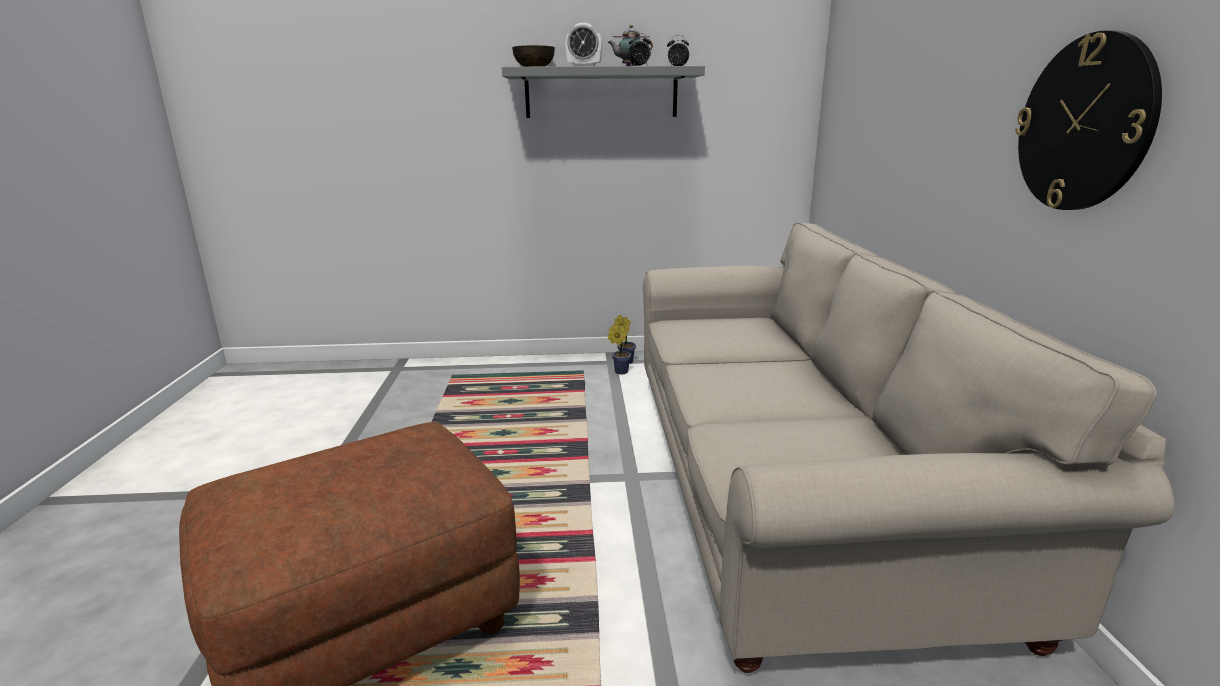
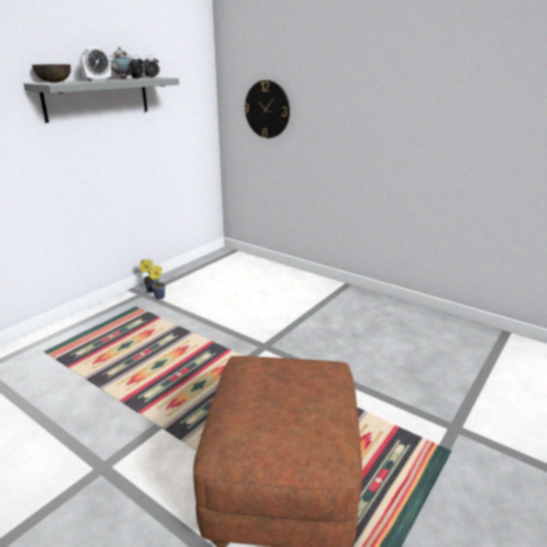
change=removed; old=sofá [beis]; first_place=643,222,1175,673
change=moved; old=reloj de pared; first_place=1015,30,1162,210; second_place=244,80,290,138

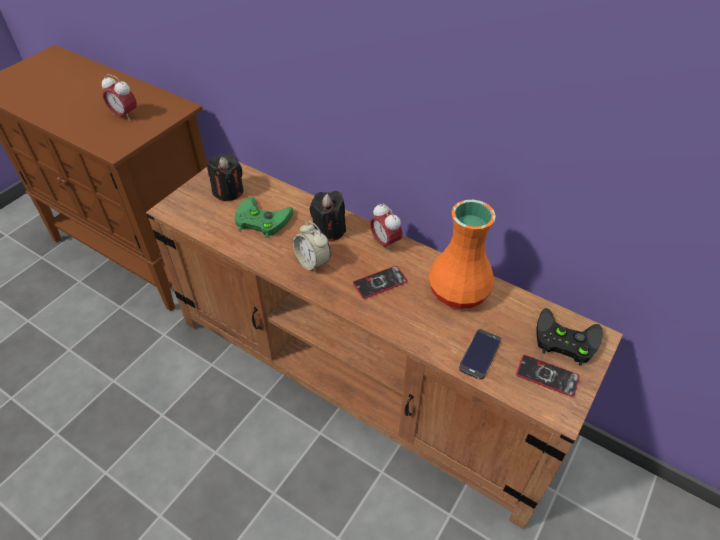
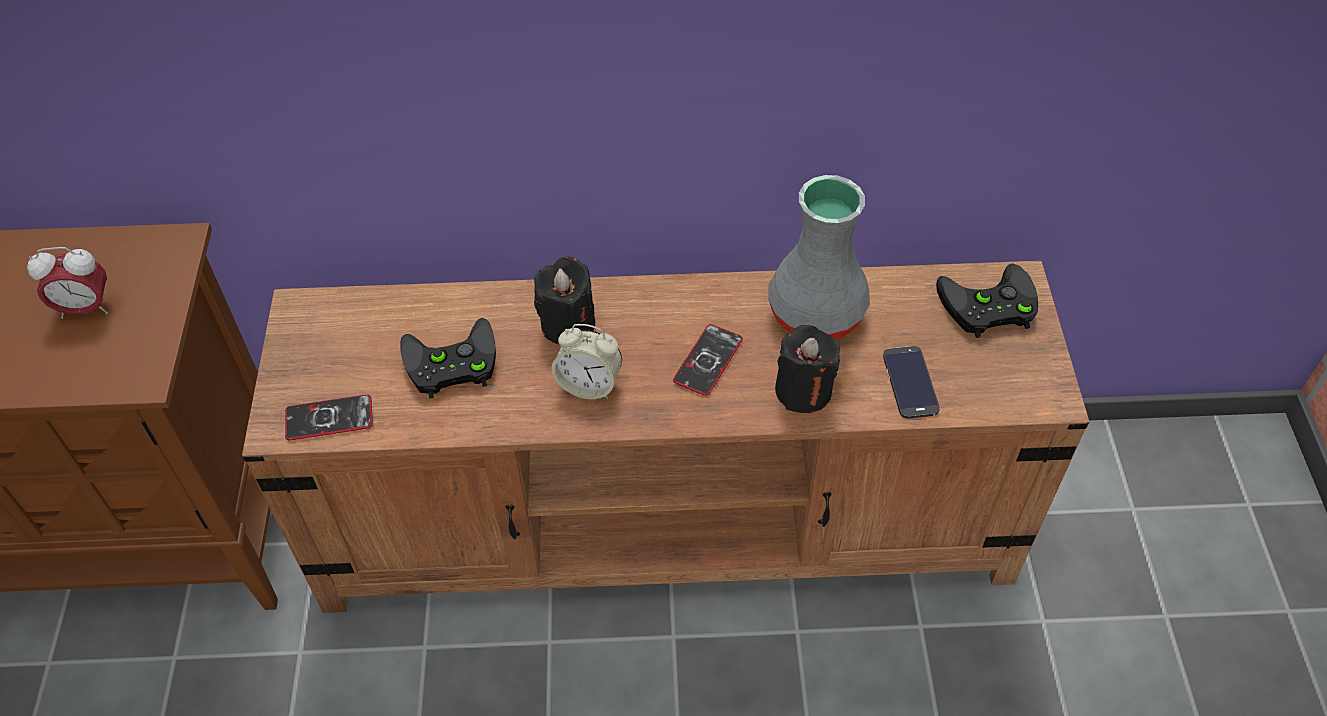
change=moved; old=vela [negro]; first_place=207,153,243,201; second_place=775,325,840,413
change=recoloured; old=mando de consola [verde]; new=mando de consola [negro]; first_place=234,197,293,238; second_place=400,318,496,399
change=removed; old=despertador; first_place=370,203,402,253
change=recoloured; old=florero [naranja]; new=florero [gris]; first_place=429,200,496,309; second_place=768,175,870,339
change=moved; old=móvil; first_place=516,355,579,397; second_place=285,394,373,440

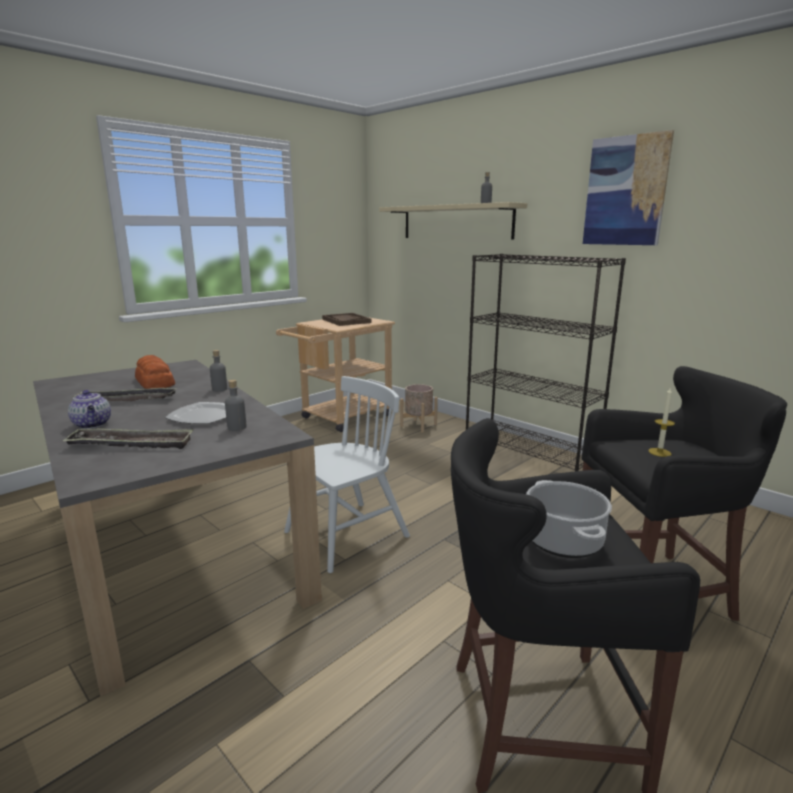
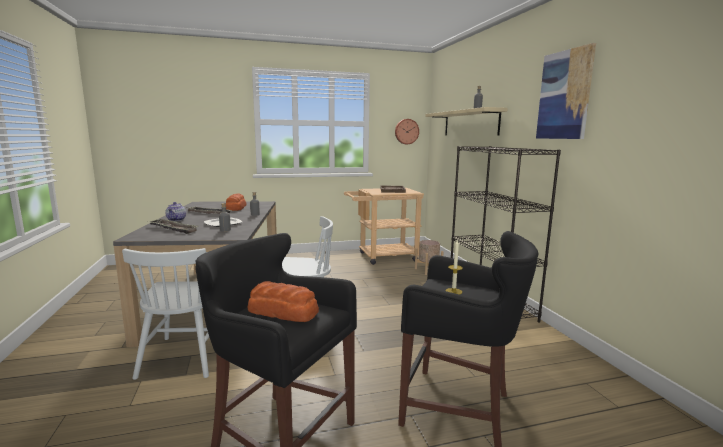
change=replaced; old=olla; new=pan; first_place=526,480,612,558; second_place=247,281,319,322
change=added; new=silla [blanco]; second_place=122,248,209,380
change=added; new=reloj de pared; second_place=395,119,419,144

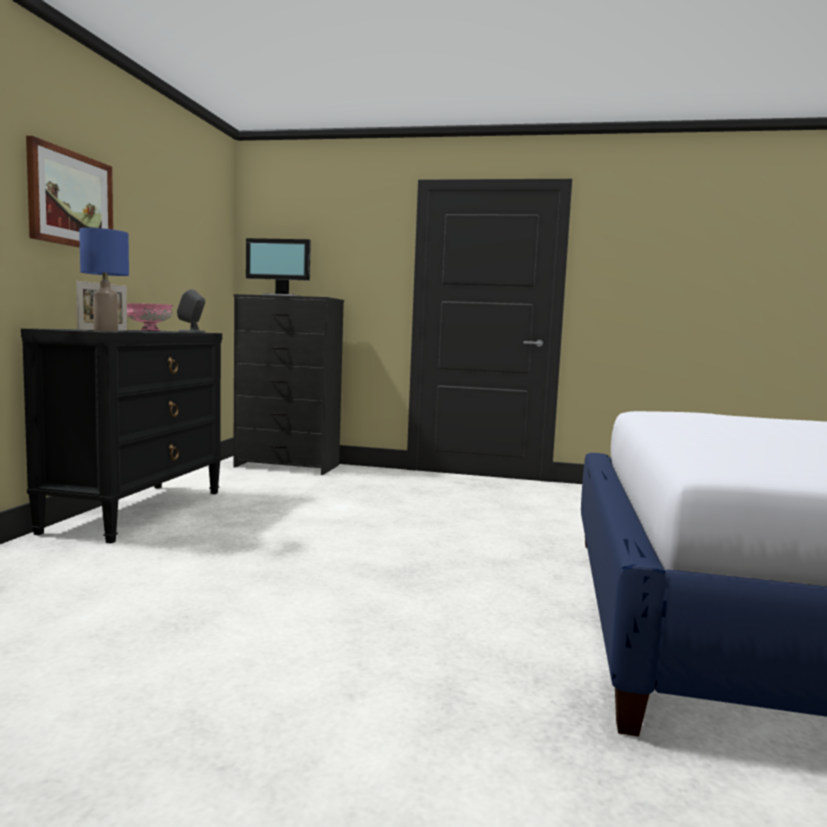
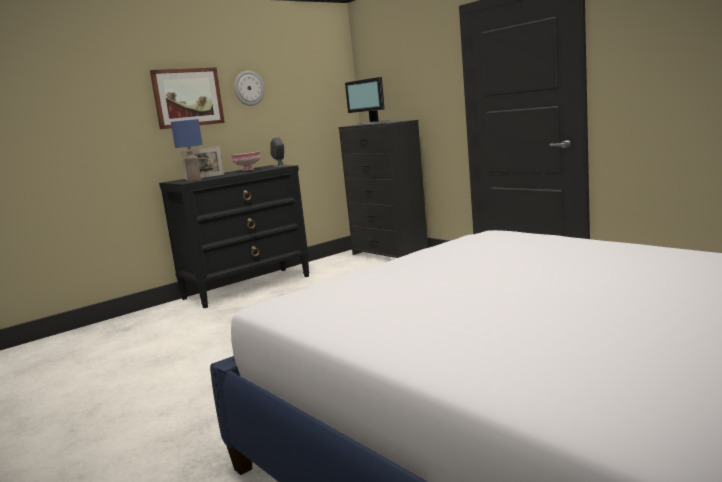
change=added; new=reloj de pared; second_place=234,71,265,106

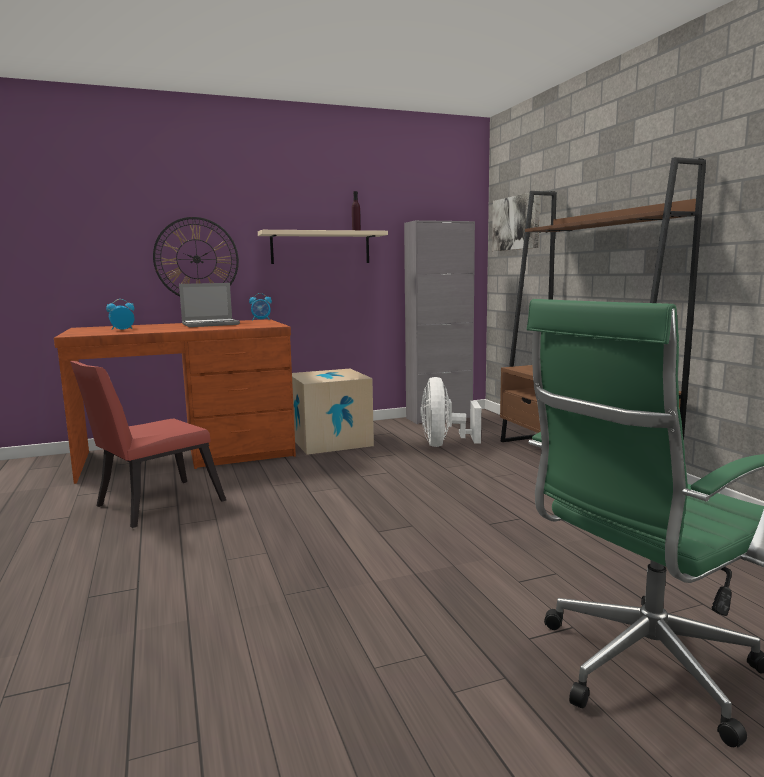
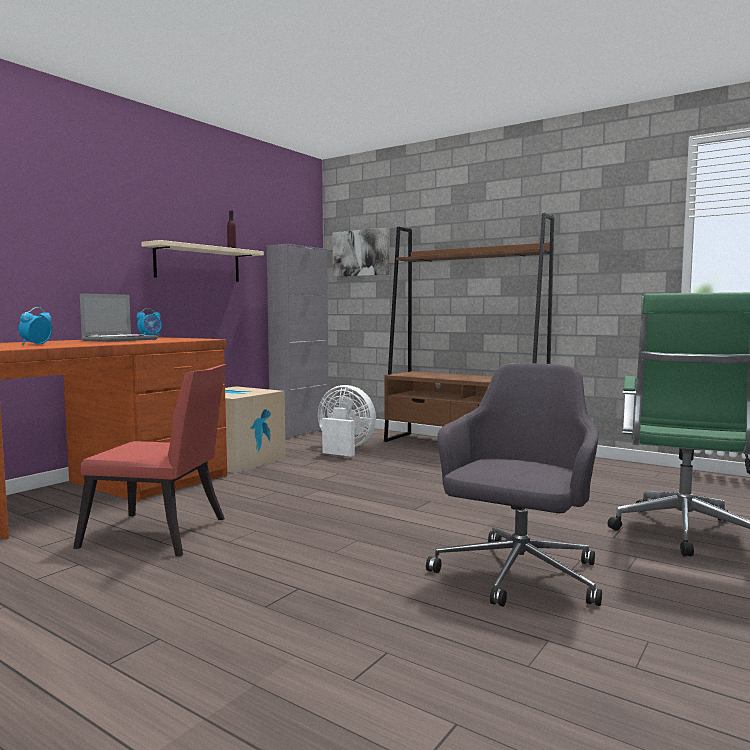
change=turned; old=silla [rojo]; first_place=70,361,226,528; second_place=73,364,226,557; degrees=-90
change=removed; old=reloj de pared; first_place=153,217,239,296
change=turned; old=ventilador [blanco]; first_place=421,377,481,447; second_place=318,385,376,457; degrees=150
change=added; new=silla de oficina [gris]; second_place=426,363,602,607

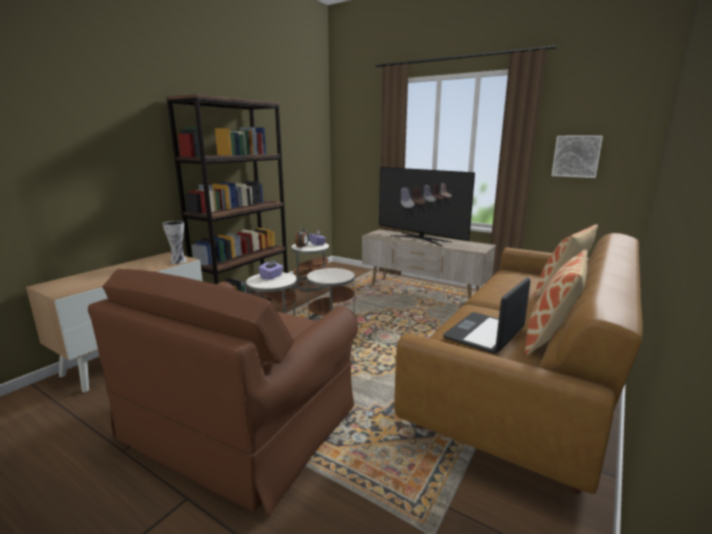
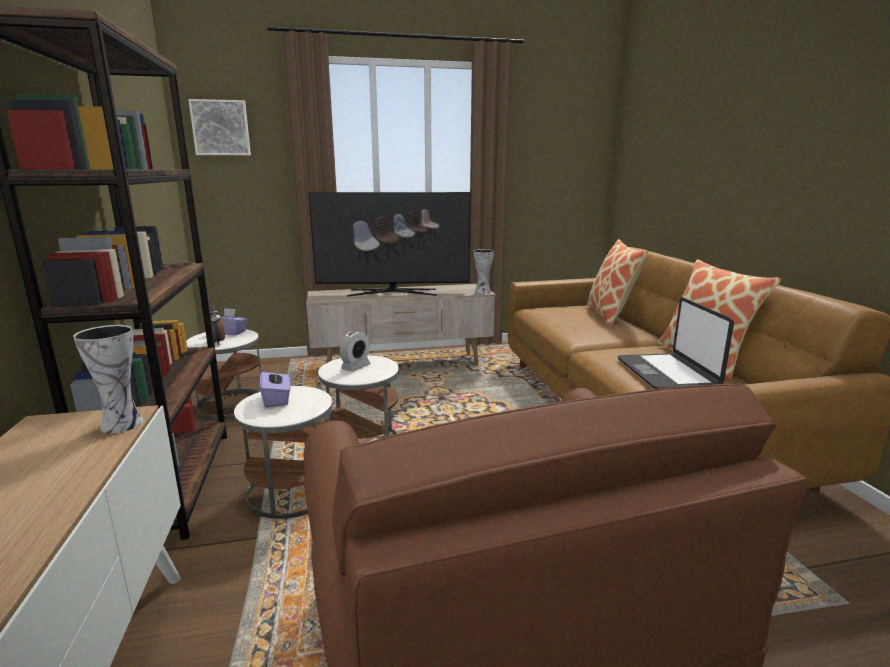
change=moved; old=cuadro; first_place=551,135,603,178; second_place=188,99,251,155
change=added; new=despertador; second_place=340,331,371,372
change=added; new=florero; second_place=473,249,494,294

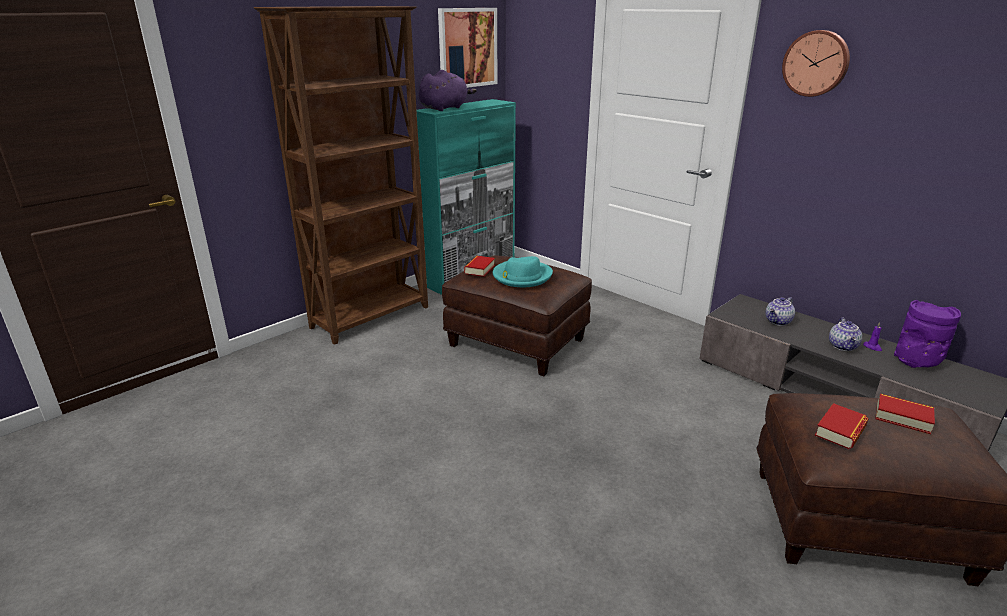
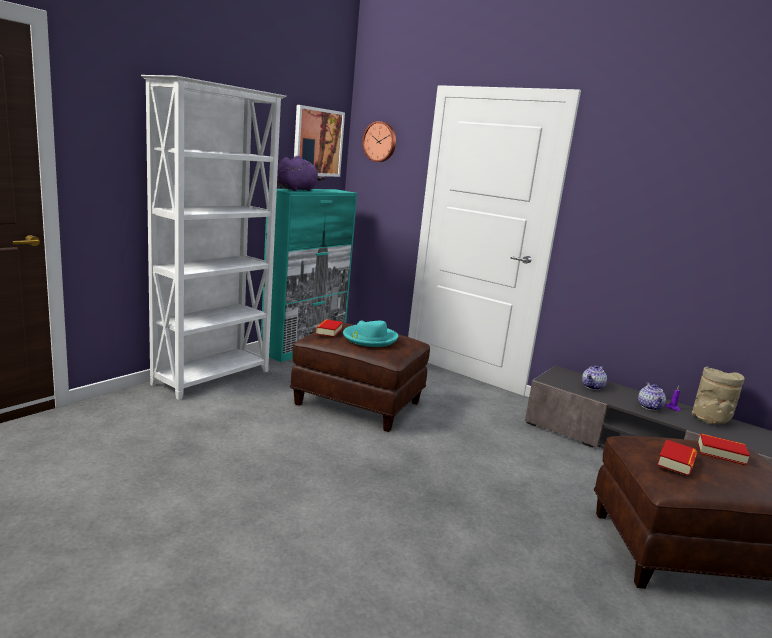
change=recoloured; old=estantería [marrón]; new=estantería [blanco]; first_place=254,6,428,345; second_place=141,75,287,400
change=moved; old=reloj de pared; first_place=782,30,850,97; second_place=362,121,396,162
change=recoloured; old=florero [morado]; new=florero [beis]; first_place=894,300,961,368; second_place=692,366,745,424

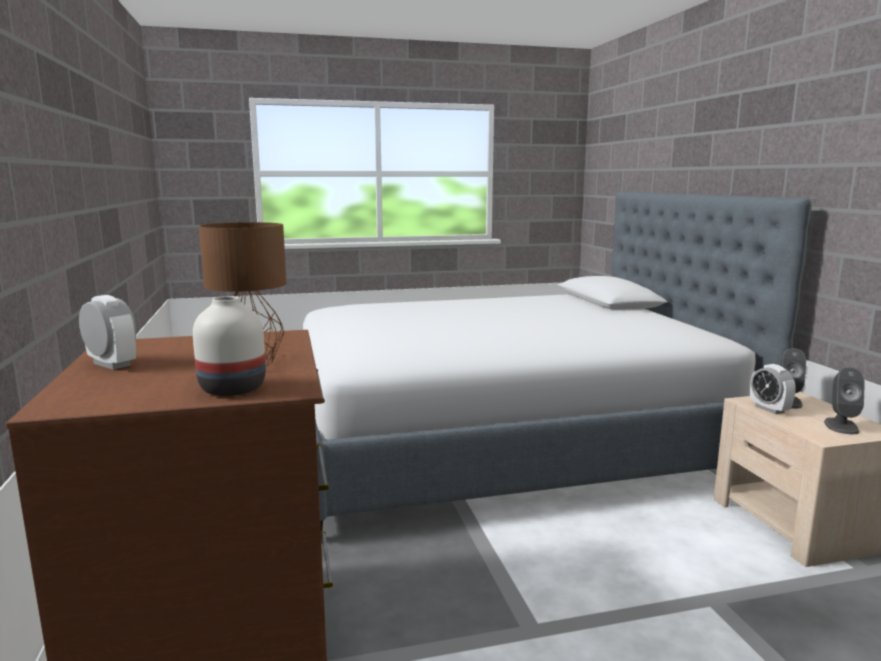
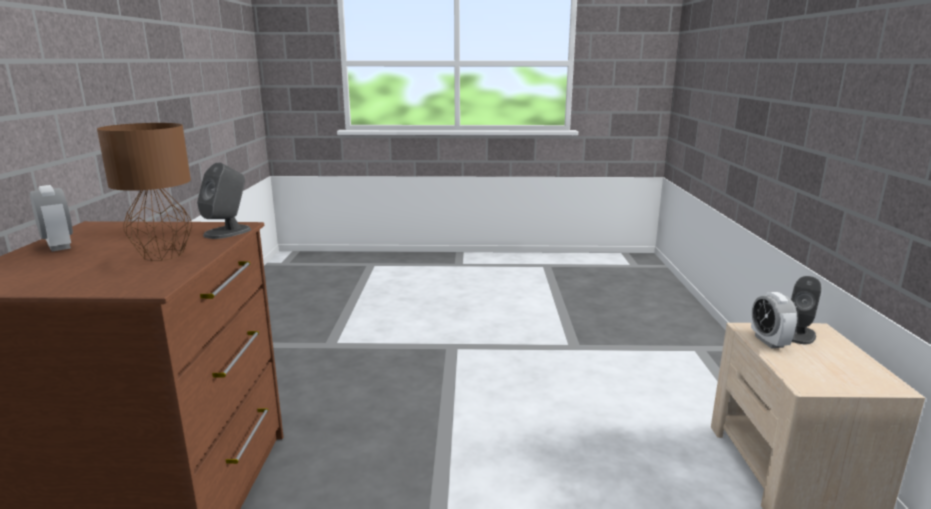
change=removed; old=florero [blanco]; first_place=193,296,266,396
change=removed; old=cama; first_place=303,191,812,541
change=moved; old=altavoz [gris]; first_place=824,367,865,434; second_place=197,162,251,239

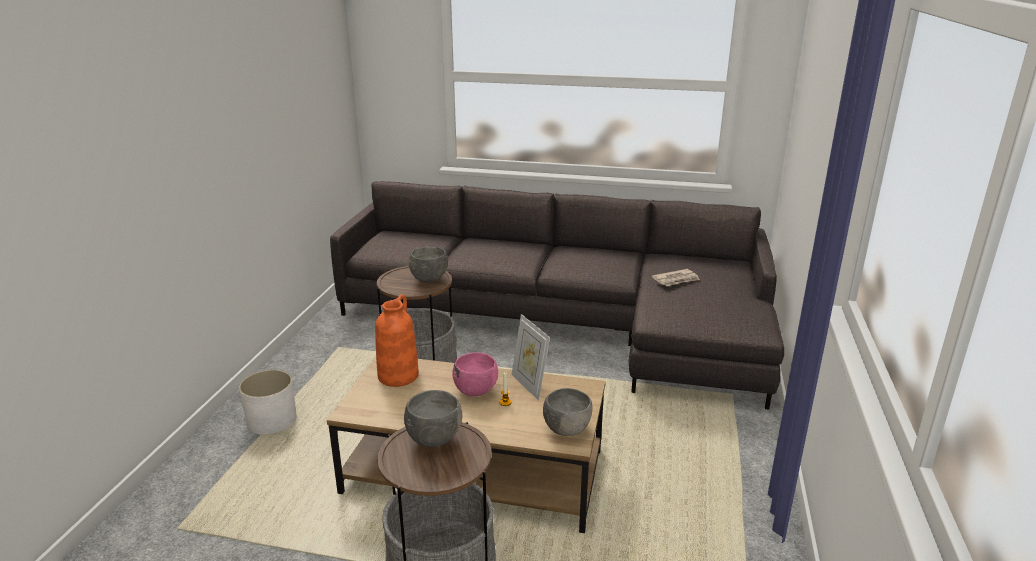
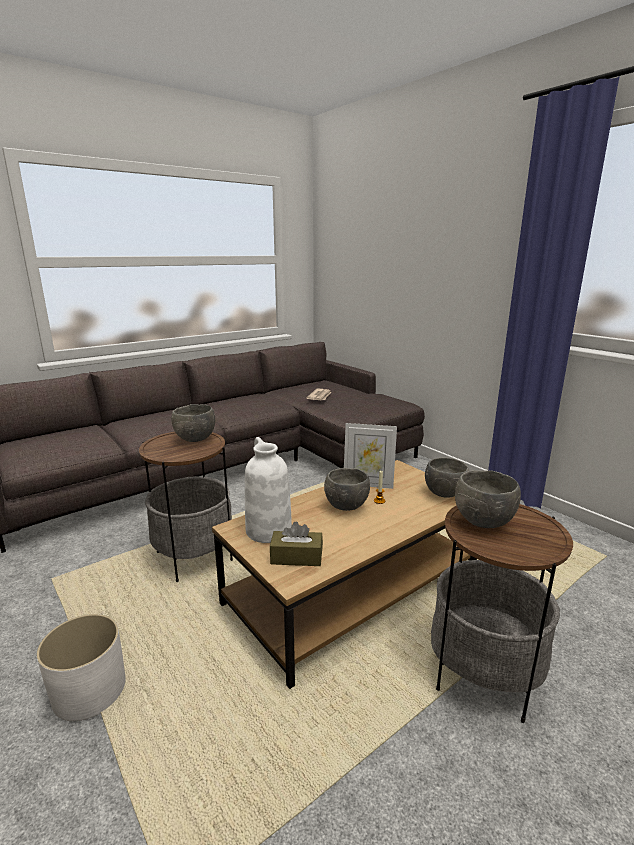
change=recoloured; old=florero [naranja]; new=florero [blanco]; first_place=375,294,419,387; second_place=245,437,292,543
change=recoloured; old=cuenco [rosa]; new=cuenco [gris]; first_place=452,353,498,396; second_place=324,468,370,511
change=added; new=caja de pañuelos [marrón]; second_place=270,522,323,566

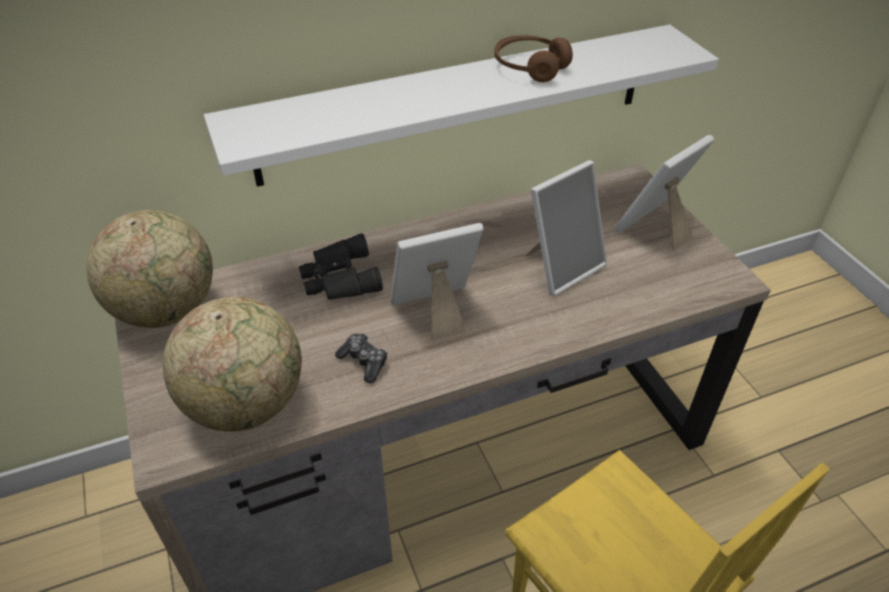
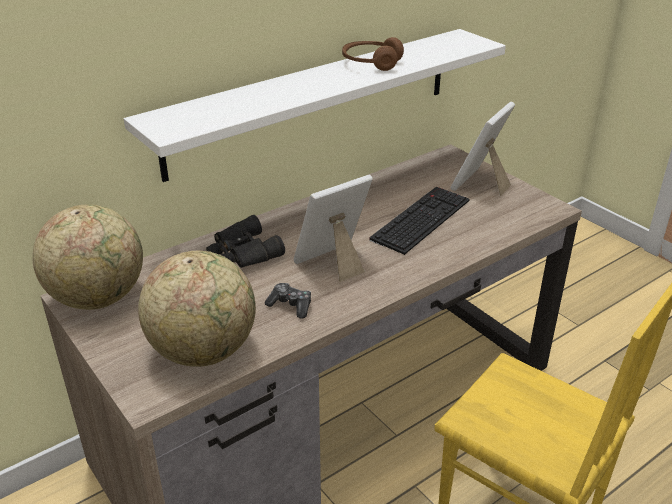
change=replaced; old=portarretratos; new=teclado; first_place=526,160,607,296; second_place=369,187,470,255

